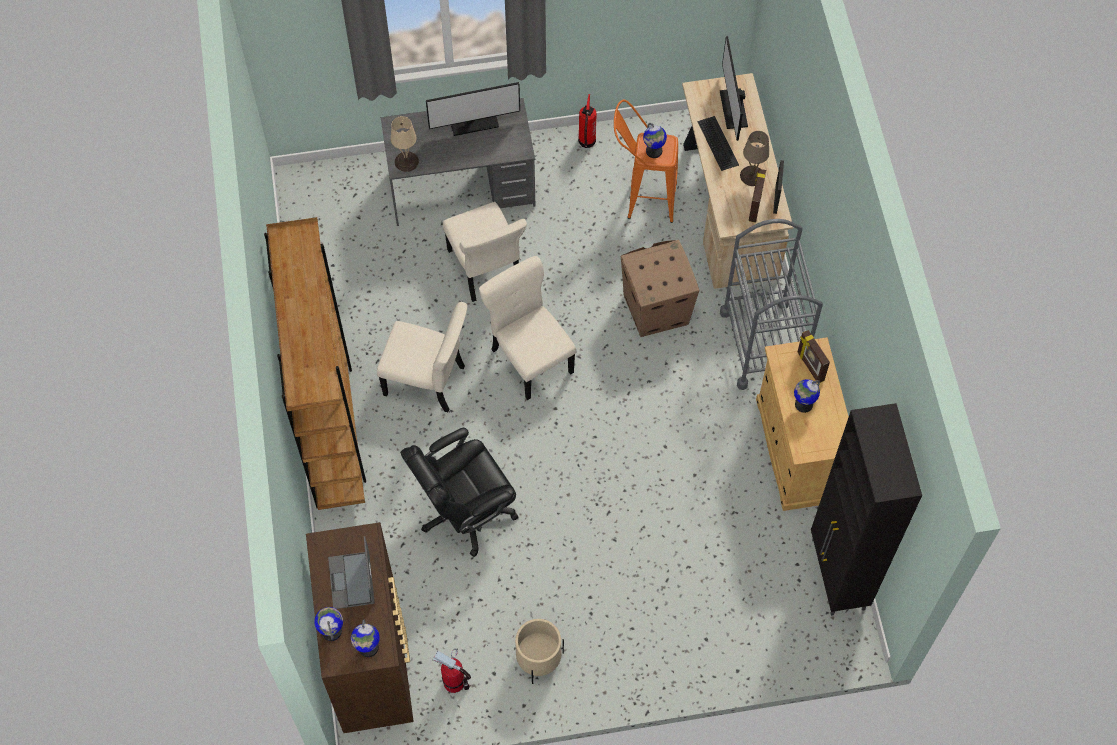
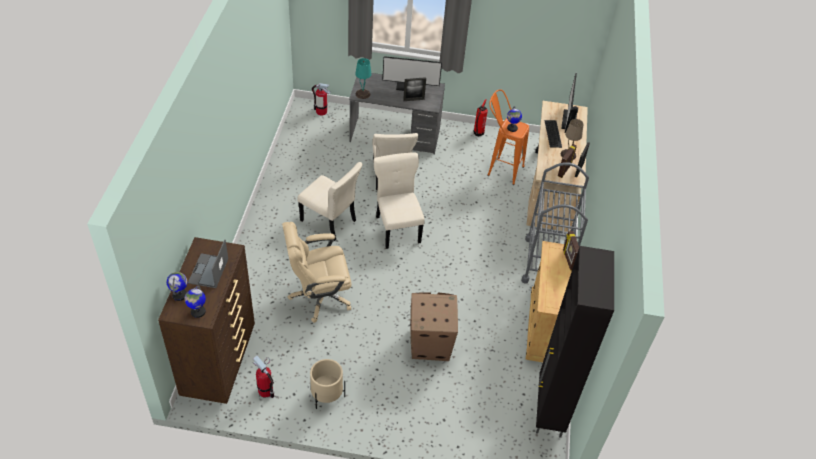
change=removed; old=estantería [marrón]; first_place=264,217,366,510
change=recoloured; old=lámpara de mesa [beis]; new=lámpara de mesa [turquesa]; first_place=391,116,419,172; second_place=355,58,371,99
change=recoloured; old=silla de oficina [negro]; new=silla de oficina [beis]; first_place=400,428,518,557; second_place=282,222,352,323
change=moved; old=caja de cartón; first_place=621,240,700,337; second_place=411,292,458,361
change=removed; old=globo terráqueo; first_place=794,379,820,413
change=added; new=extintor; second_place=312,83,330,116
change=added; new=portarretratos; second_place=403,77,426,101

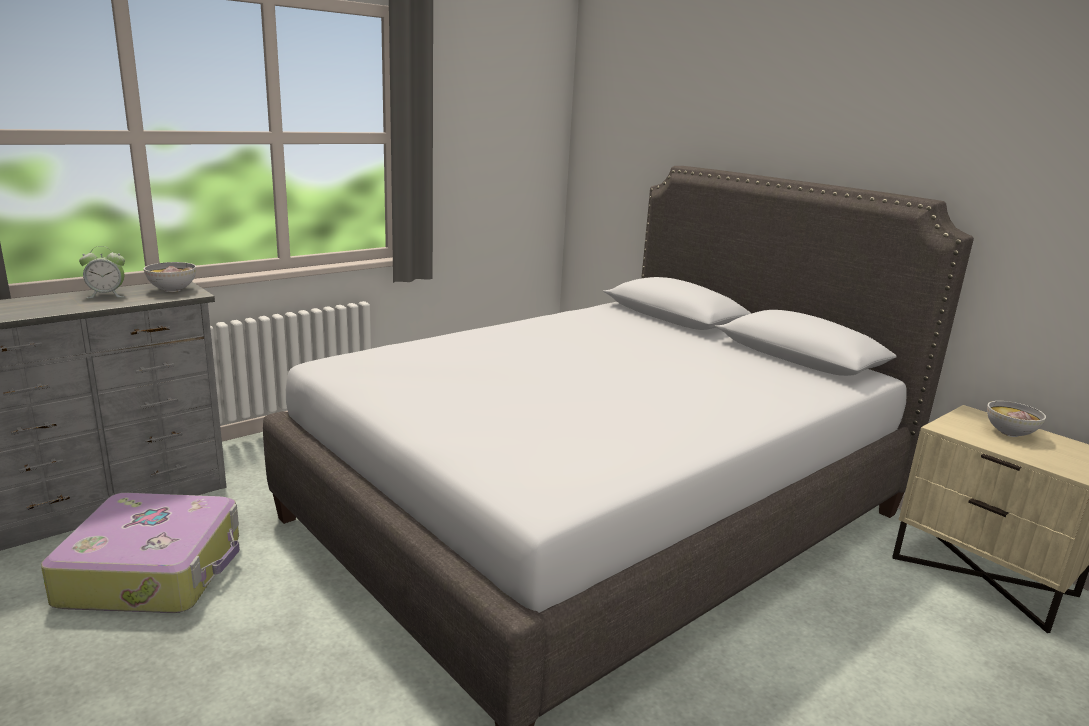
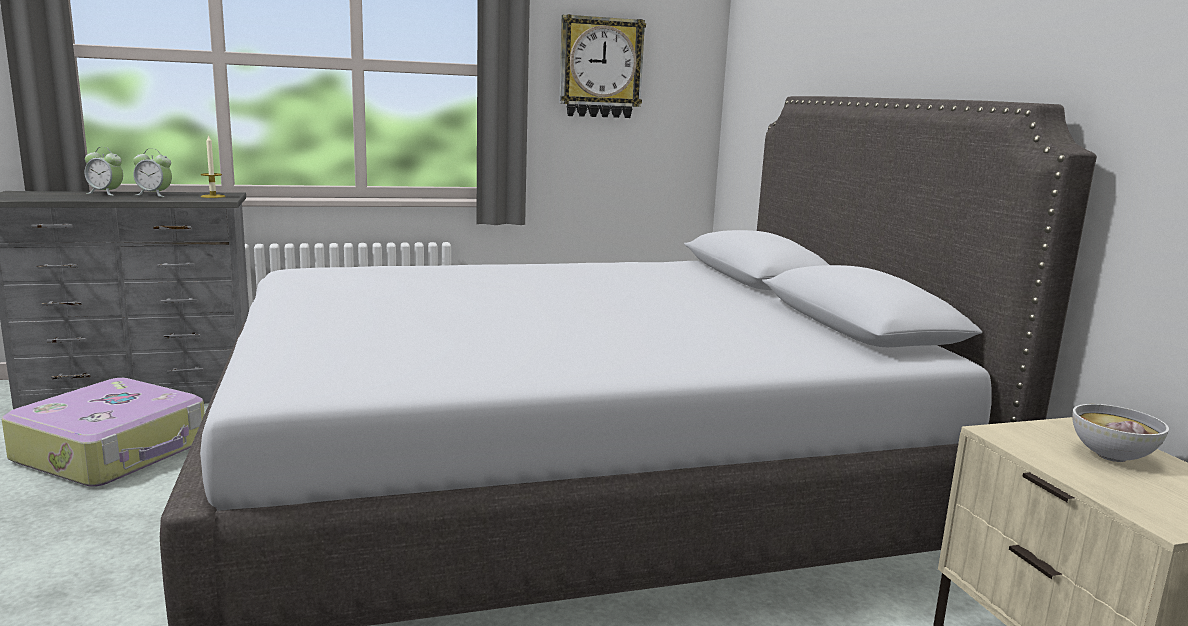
change=replaced; old=cuenco; new=vela; first_place=144,262,196,292; second_place=201,134,226,198
change=added; new=despertador; second_place=85,147,123,196
change=added; new=reloj de pared; second_place=559,14,646,118

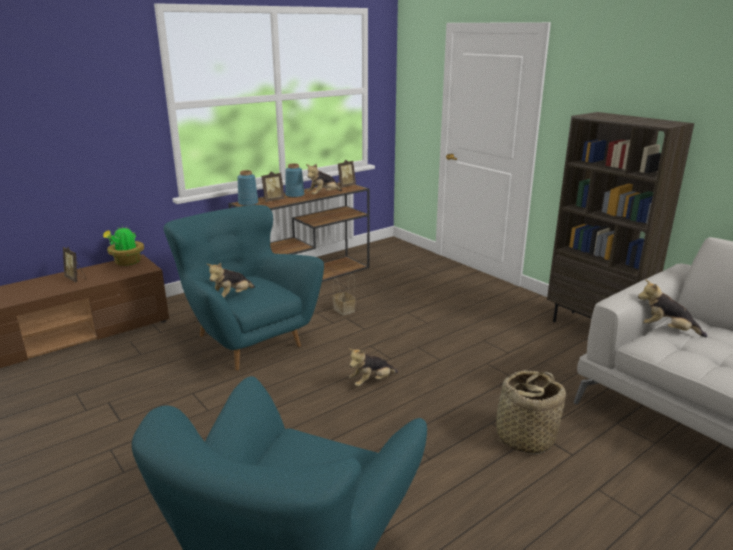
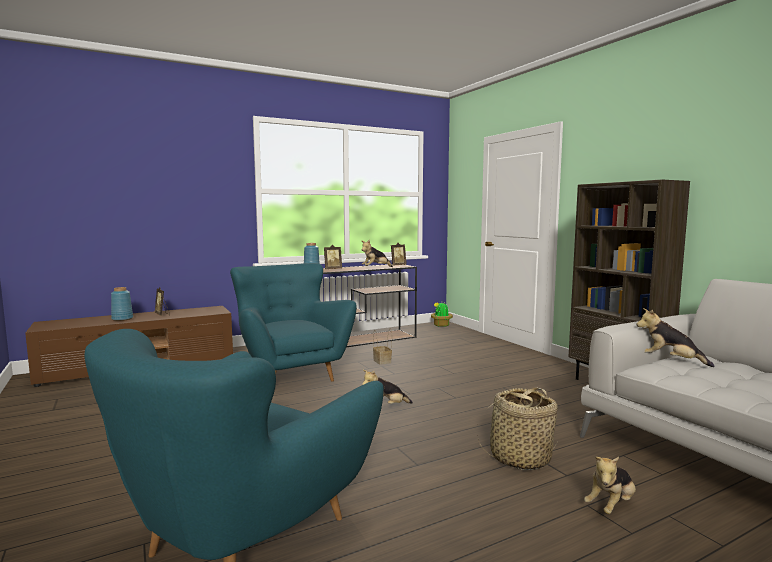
change=moved; old=planta en maceta; first_place=103,227,144,266; second_place=431,303,453,327
change=moved; old=peluche; first_place=207,263,255,298; second_place=584,457,636,514
change=moved; old=florero [azul]; first_place=285,164,304,198; second_place=111,287,133,321

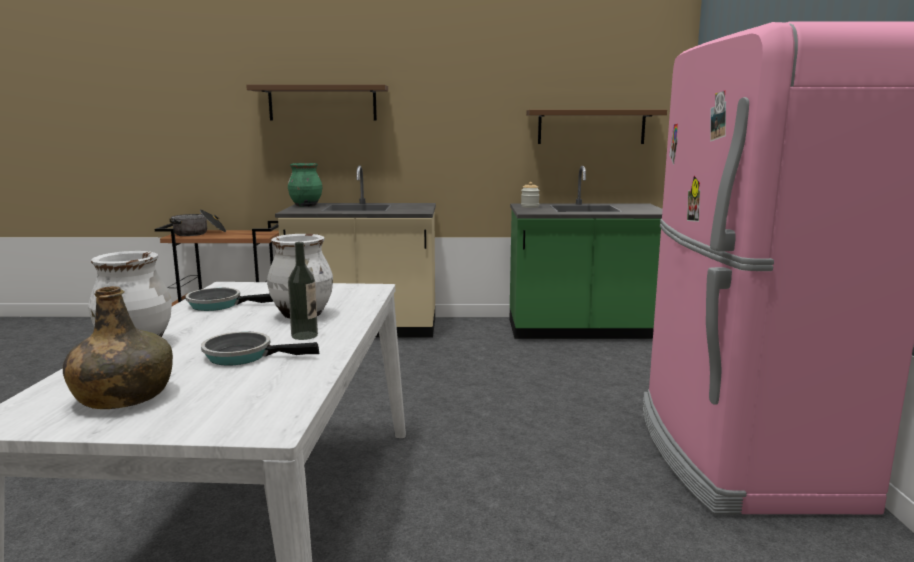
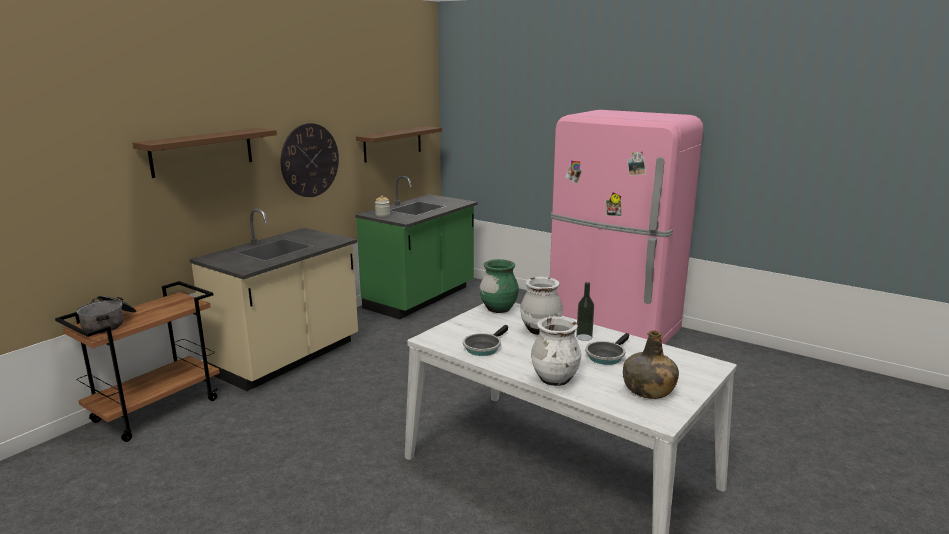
change=moved; old=florero [verde]; first_place=288,163,322,207; second_place=480,259,519,313
change=added; new=reloj de pared; second_place=280,123,339,197

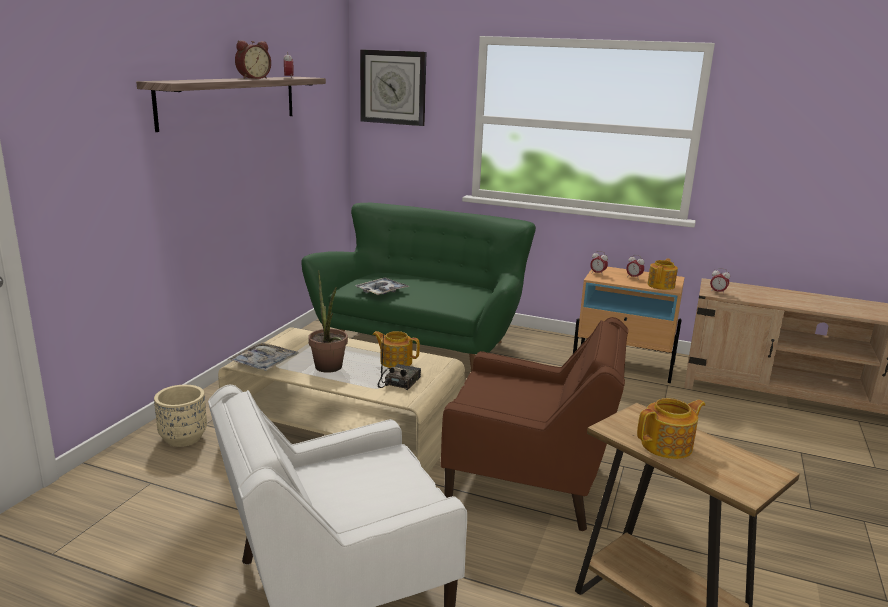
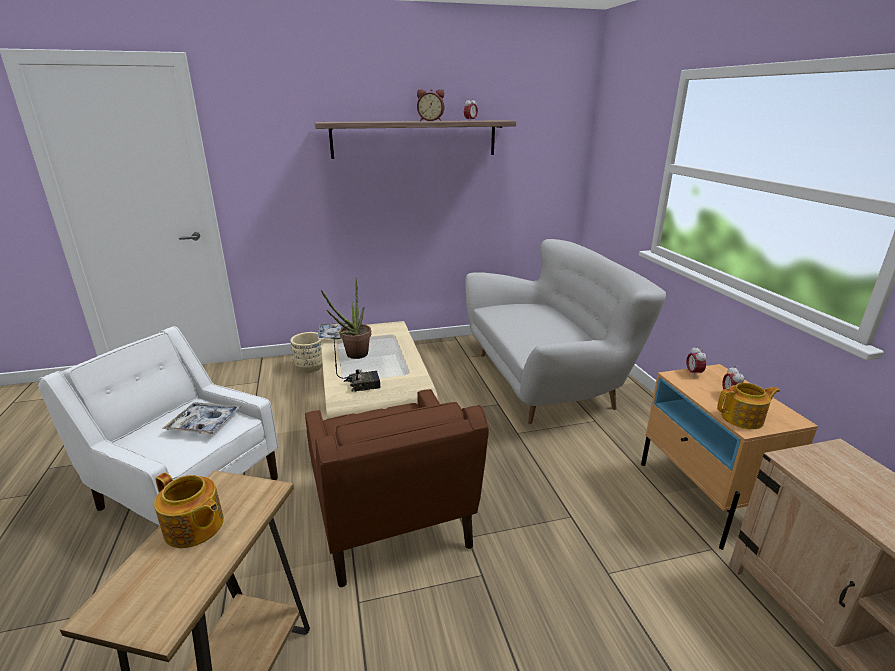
change=recoloured; old=sofá [verde]; new=sofá [blanco]; first_place=301,203,536,372; second_place=465,239,666,424
change=moved; old=bandeja; first_place=355,277,409,295; second_place=162,402,241,435
change=removed; old=reloj de pared; first_place=360,49,426,126
change=removed; old=tetera; first_place=372,331,420,368
change=removed; old=despertador; first_place=710,268,730,293

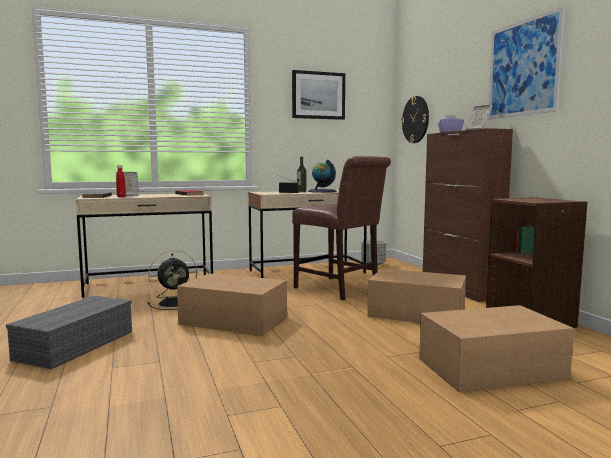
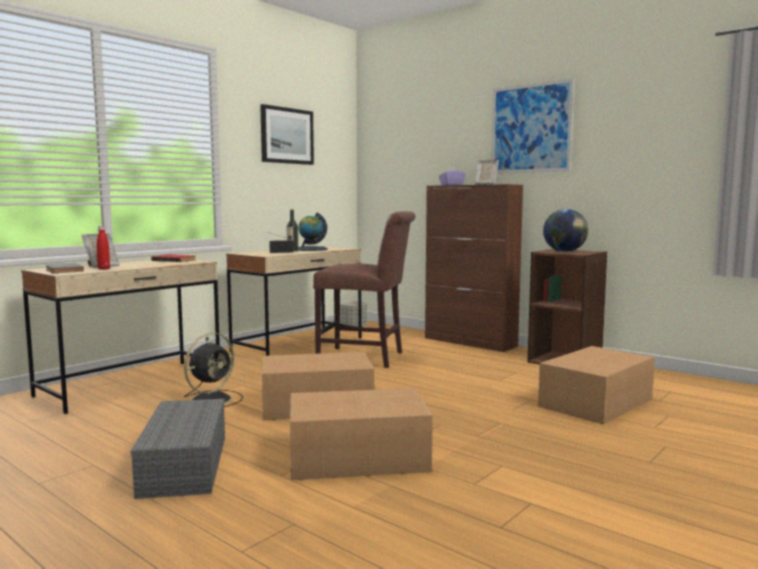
change=moved; old=caja de cartón; first_place=367,269,466,323; second_place=290,388,433,480
change=removed; old=reloj de pared; first_place=401,96,429,143
change=added; new=globo terráqueo; second_place=543,209,588,252

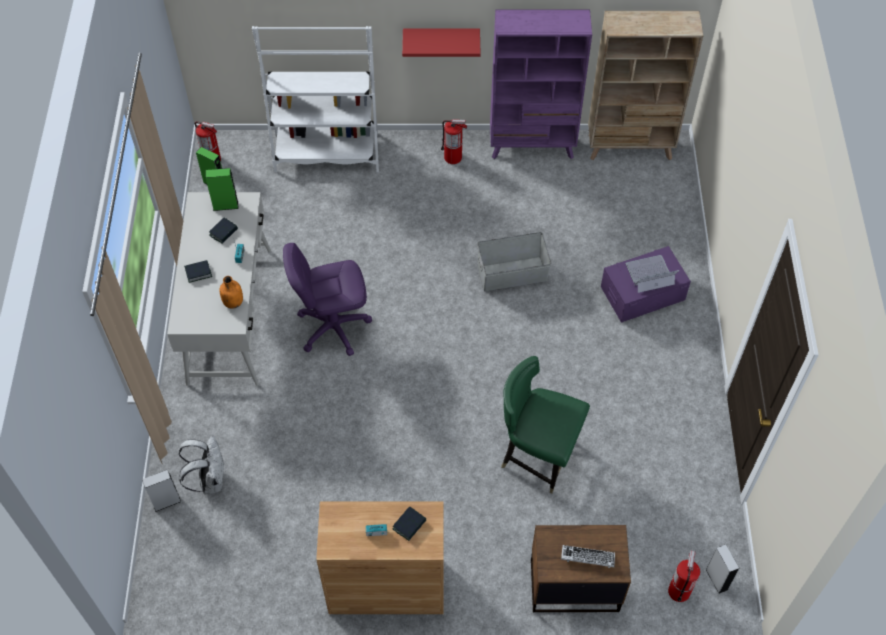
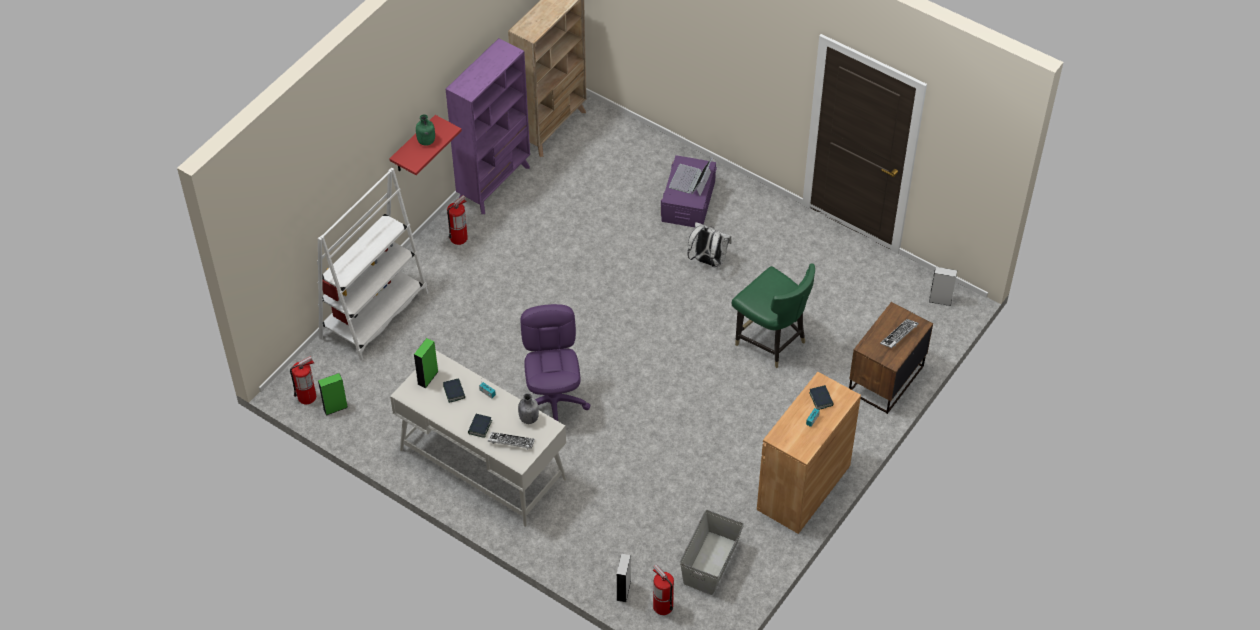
change=moved; old=mochila [blanco]; first_place=179,436,225,494; second_place=687,222,732,267
change=recoloured; old=botella [naranja]; new=botella [gris]; first_place=219,276,243,309; second_place=518,393,539,424
change=turned; old=silla de oficina [morado]; first_place=283,243,372,356; second_place=520,304,591,421; degrees=150
change=moved; old=caja de almacenaje [gris]; first_place=477,232,551,291; second_place=680,510,744,595
change=turned; old=silla [verde]; first_place=502,356,590,493; second_place=732,264,815,368; degrees=-105
change=moved; old=extintor; first_place=668,551,700,602; second_place=653,564,674,615
change=added; new=botella [verde]; second_place=416,114,435,146
change=added; new=teclado; second_place=488,432,535,449

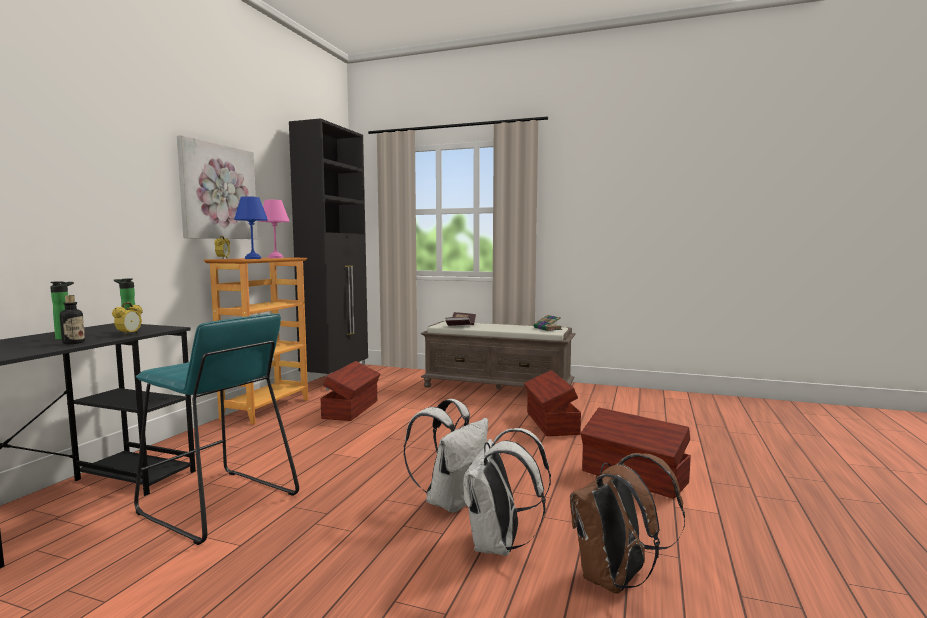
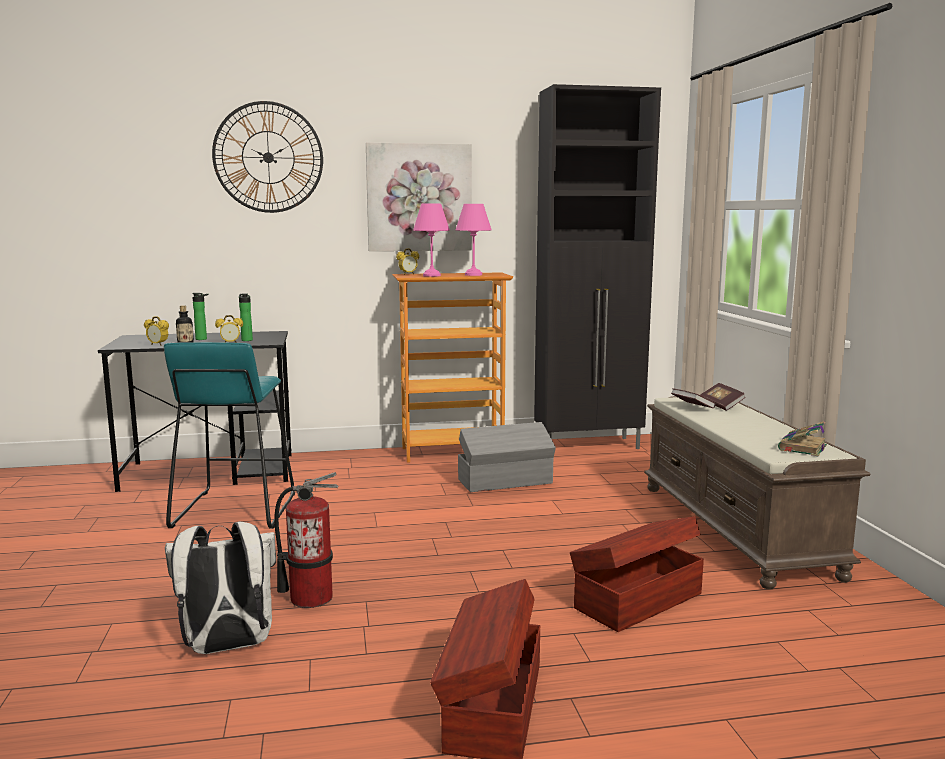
change=recoloured; old=lámpara de mesa [azul]; new=lámpara de mesa [rosa]; first_place=234,196,268,259; second_place=413,204,450,277
change=recoloured; old=caja de almacenaje [marrón]; new=caja de almacenaje [gris]; first_place=320,361,380,421; second_place=458,422,556,492
change=replaced; old=mochila [blanco]; new=extintor; first_place=404,399,488,513; second_place=274,472,338,608
change=removed; old=mochila [marrón]; first_place=570,453,685,594
change=added; new=despertador; second_place=144,316,169,346
change=added; new=reloj de pared; second_place=212,101,323,213

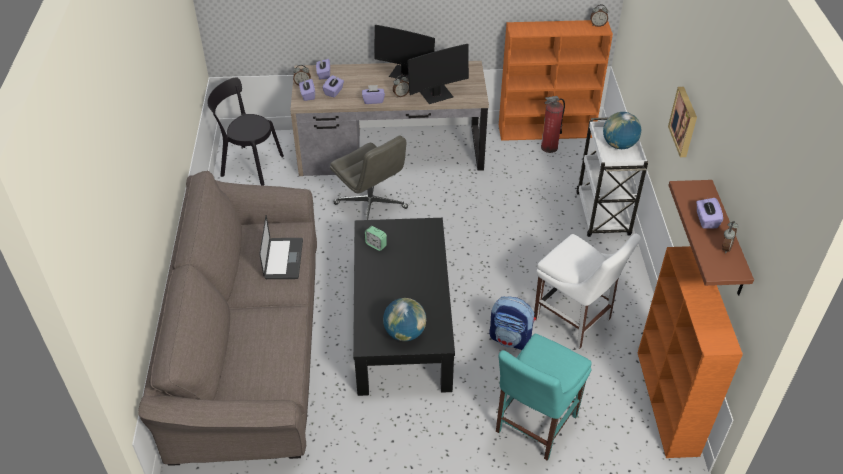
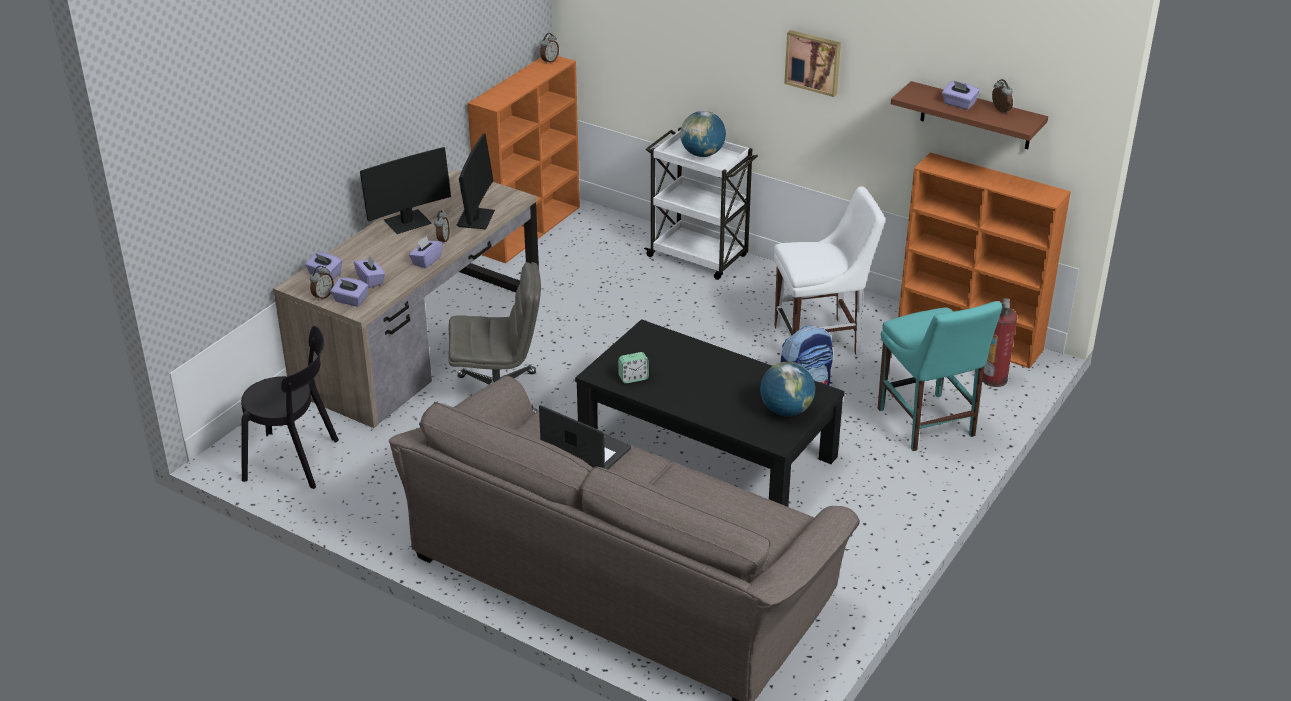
change=turned; old=silla [negro]; first_place=207,77,284,186; second_place=241,326,339,489; degrees=-135
change=moved; old=extintor; first_place=541,96,565,153; second_place=982,298,1017,387

